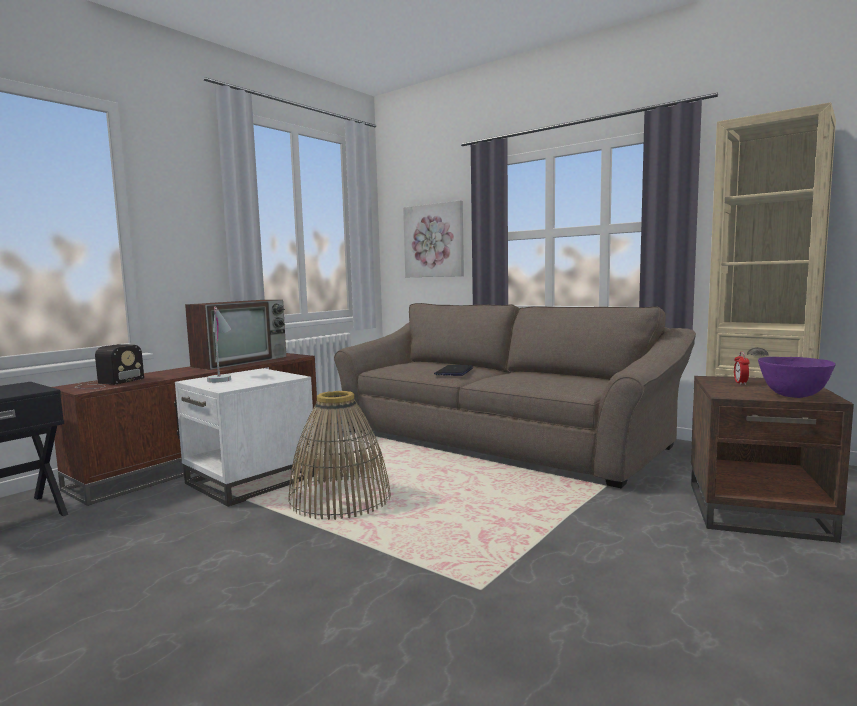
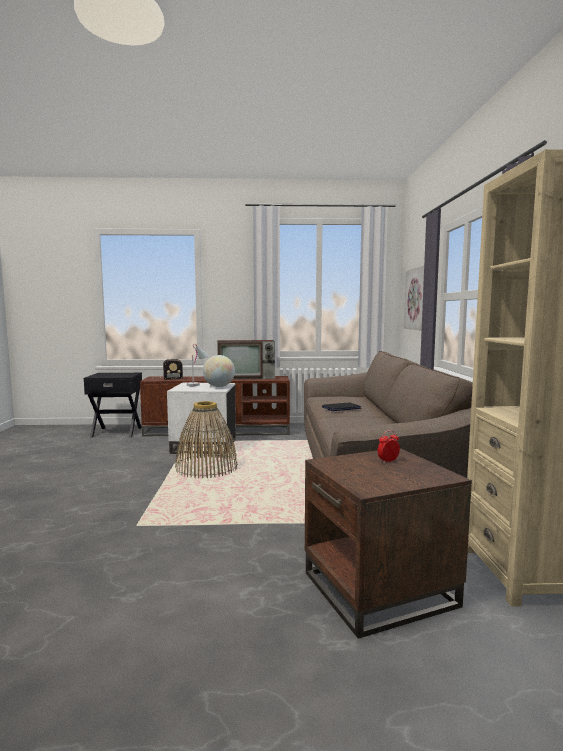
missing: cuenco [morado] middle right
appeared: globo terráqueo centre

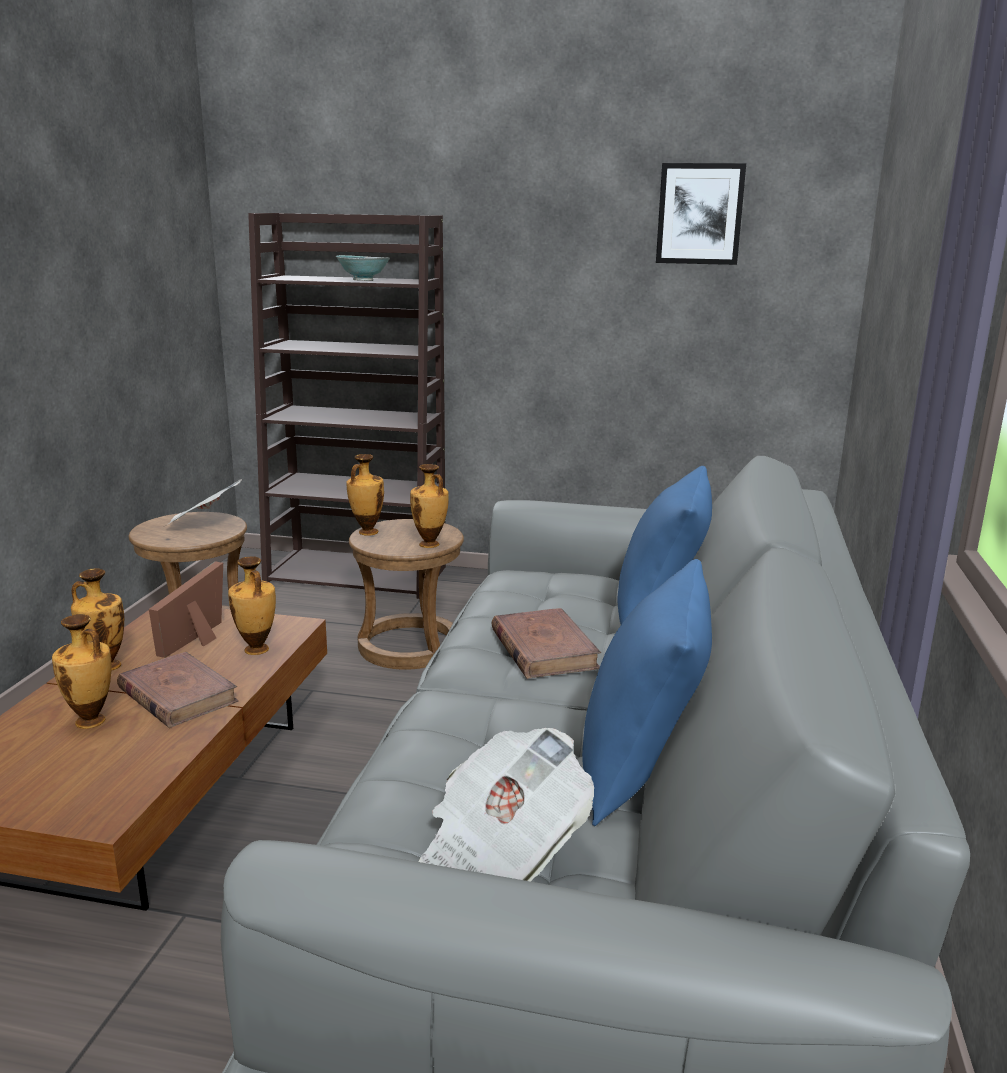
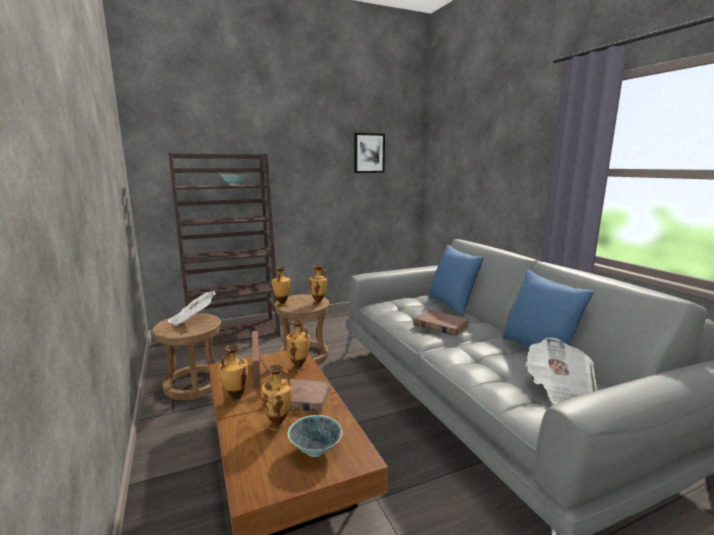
appeared: cuenco (no. 2 from left) bottom centre

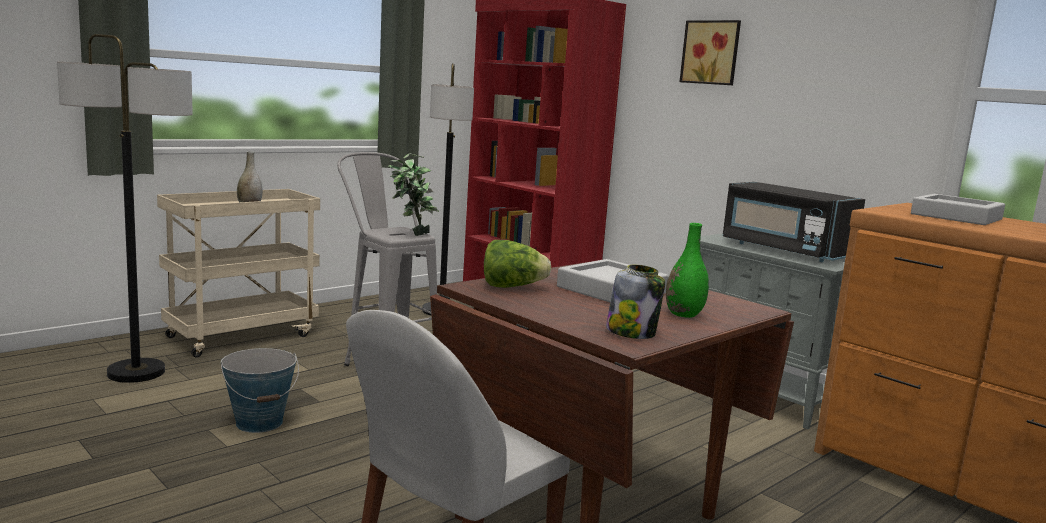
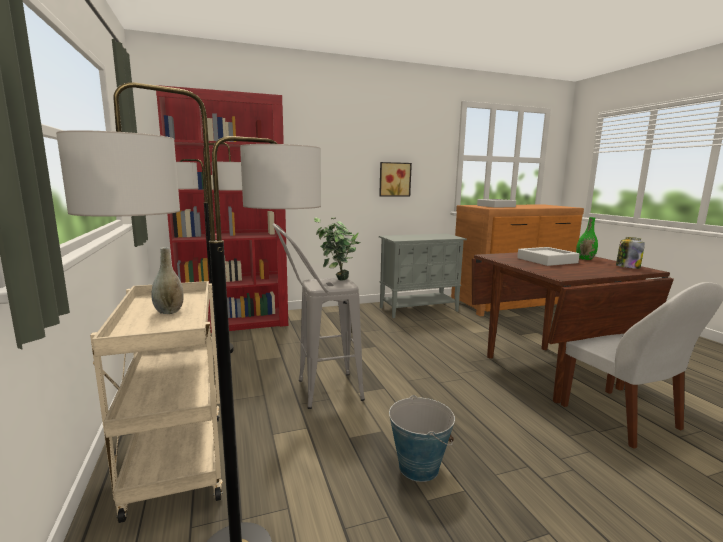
missing: lechuga centre; microondas [negro] middle right
relocated: cuadro top right to top centre

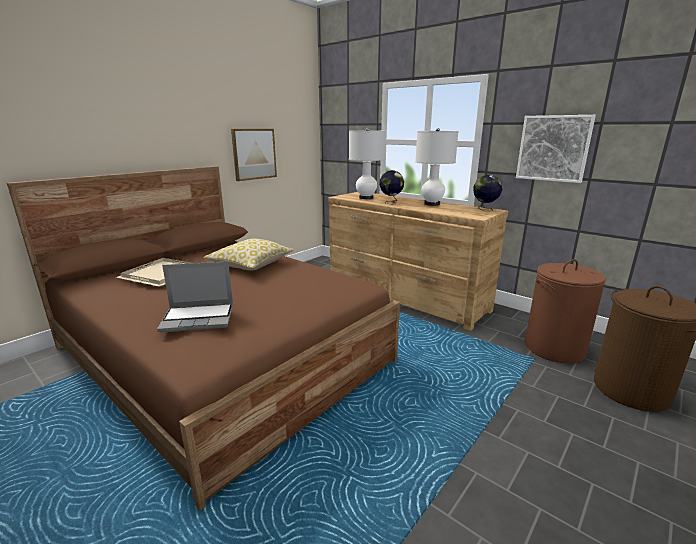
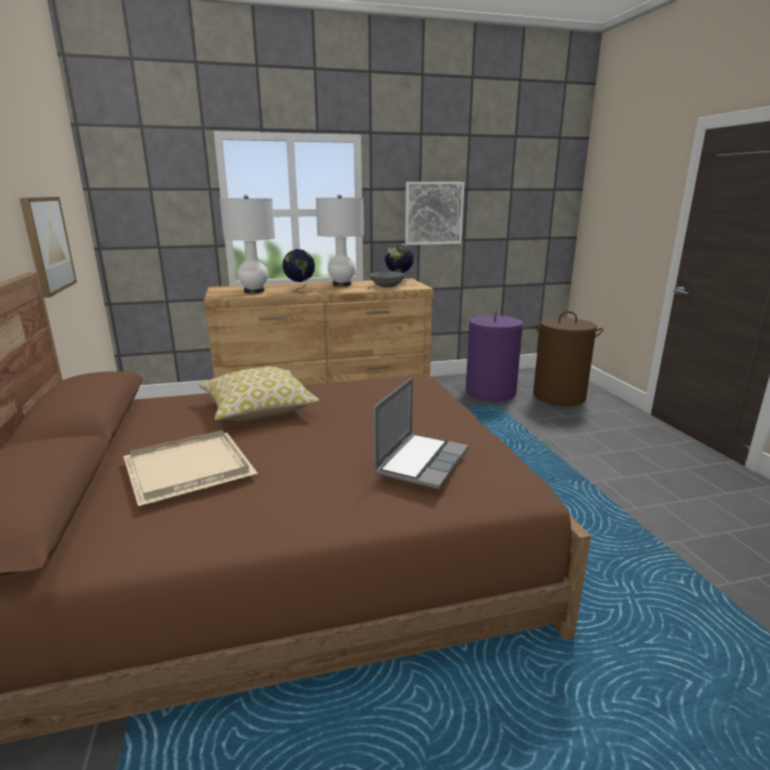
appeared: cuenco [gris] centre
colour: cesto de la ropa [marrón] (no. 1 from left) middle right to cesto de la ropa [morado] centre

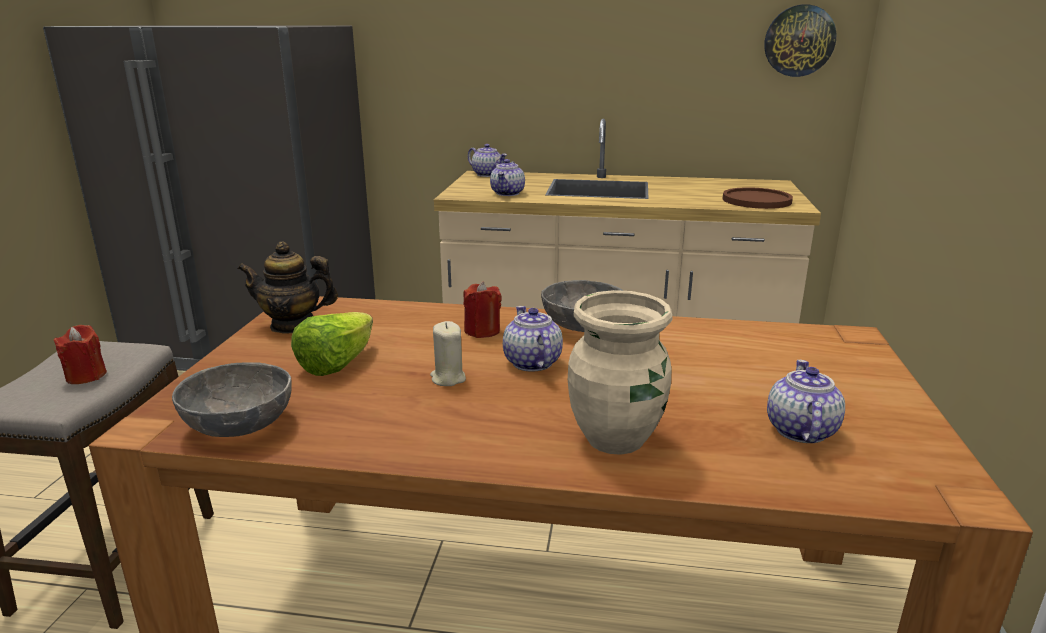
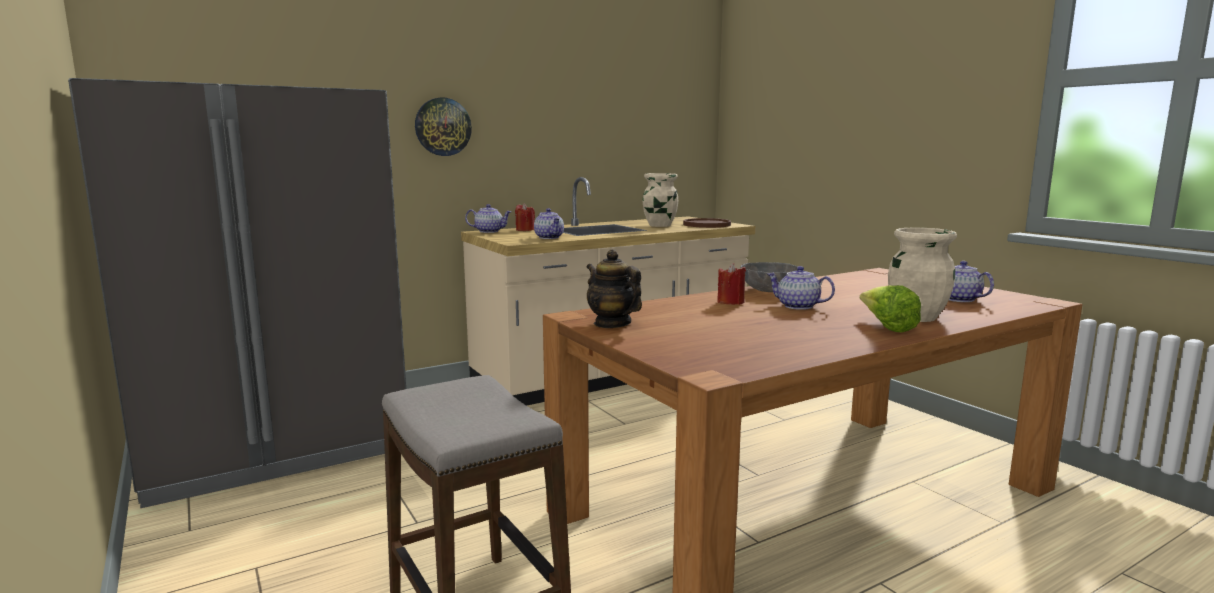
missing: cuenco [gris] (no. 1 from left) middle left; vela [beis] centre
appeared: florero [beis] (no. 1 from left) centre
relocated: vela [rojo] (no. 1 from left) middle left to centre; lechuga middle left to middle right; reloj de pared top right to top centre
spun: tetera (no. 1 from left in the first image) middle left = centre 90 degrees clockwise

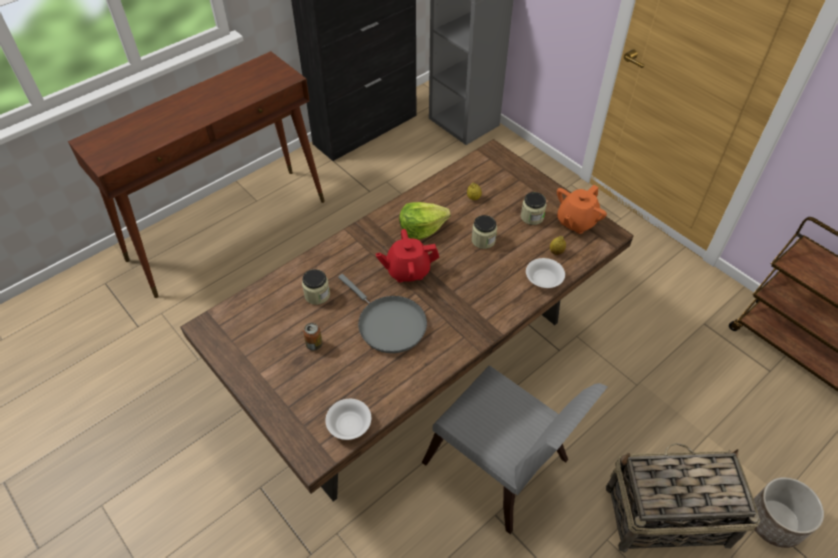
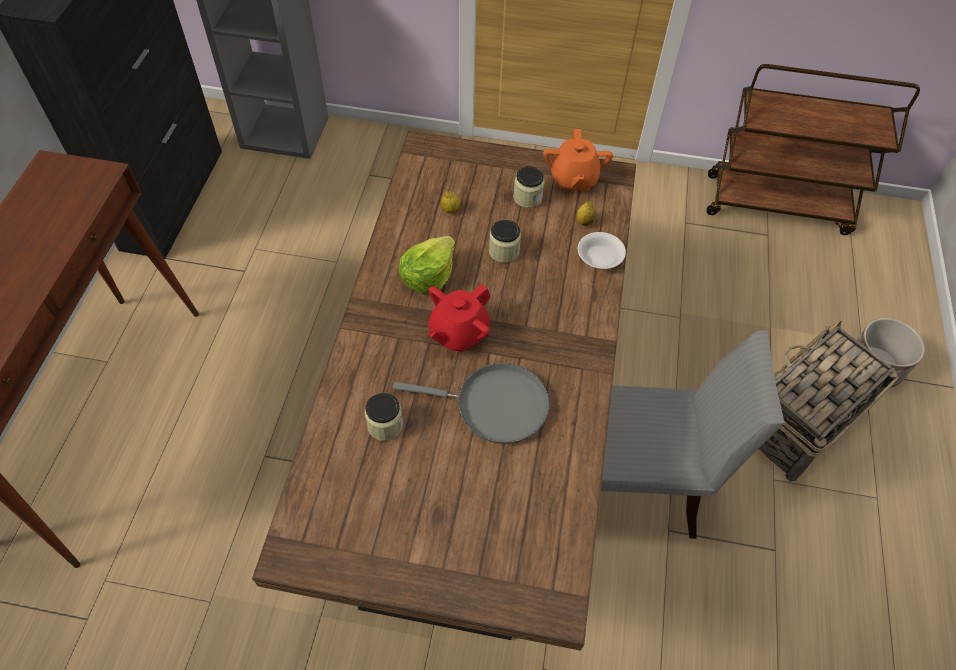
missing: lata centre; cuenco [blanco] (no. 1 from left) bottom centre

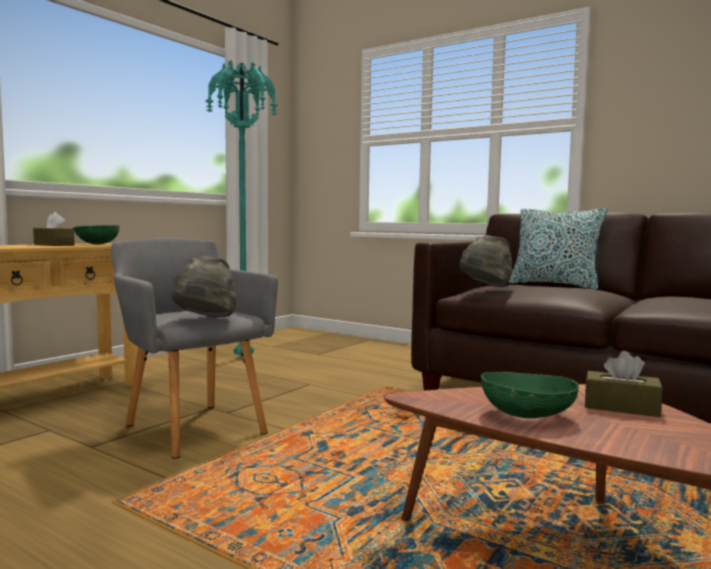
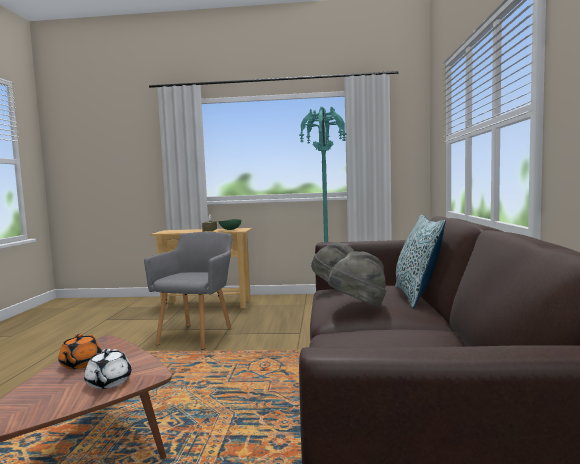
relocated: sombrero [gris] (no. 1 from left in the first image) middle left to sombrero [gris] (no. 2 from left) centre
exchanged: cuenco [verde] (no. 2 from left) bottom right to tetera [naranja] bottom left; caja de pañuelos [marrón] (no. 2 from left) bottom right to tetera [blanco] bottom left

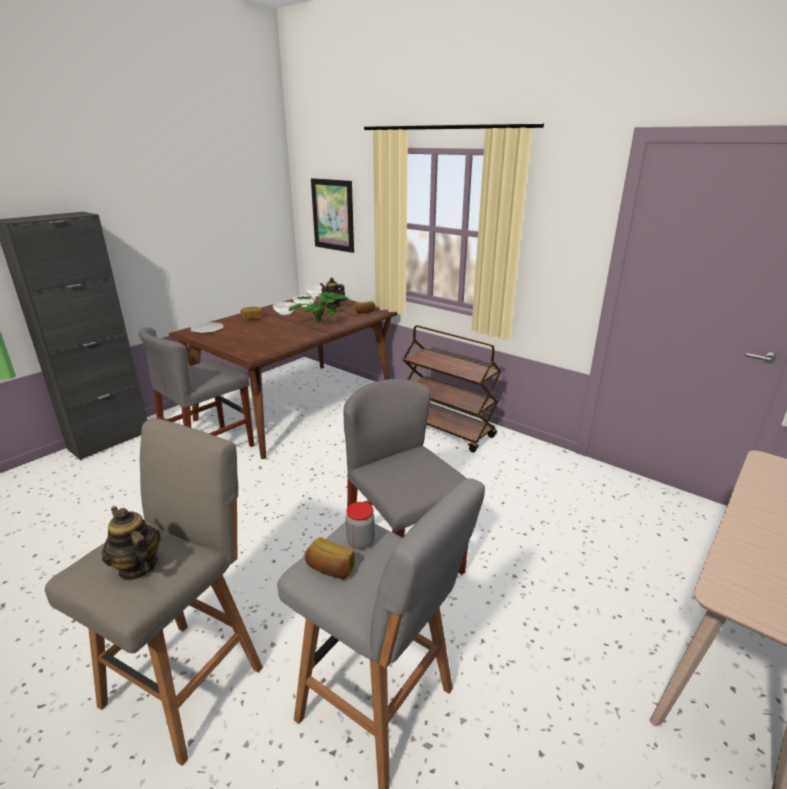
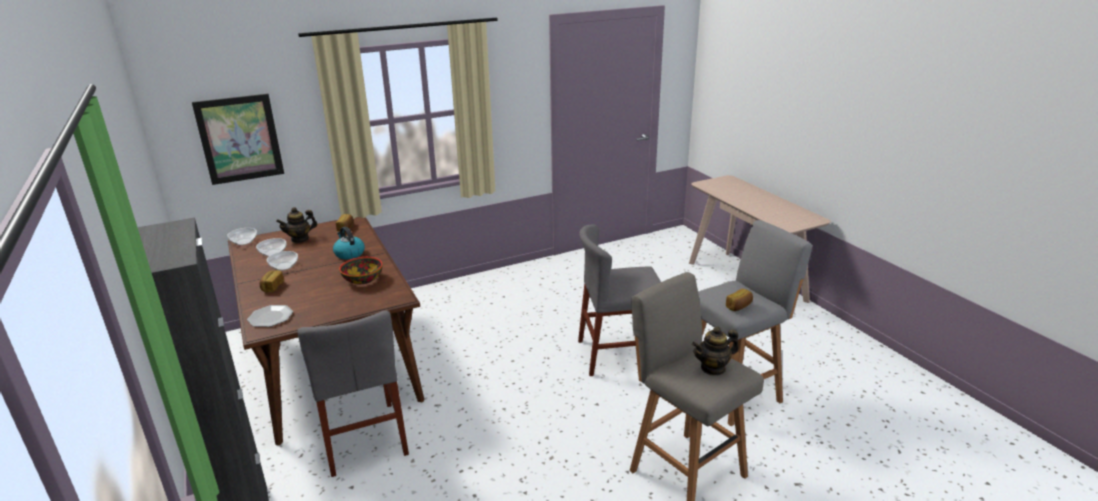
missing: tarro centre; carrito [marrón] centre
appeared: cuenco (no. 4 from left) middle left
exchanged: planta en maceta centre to hervidor middle left

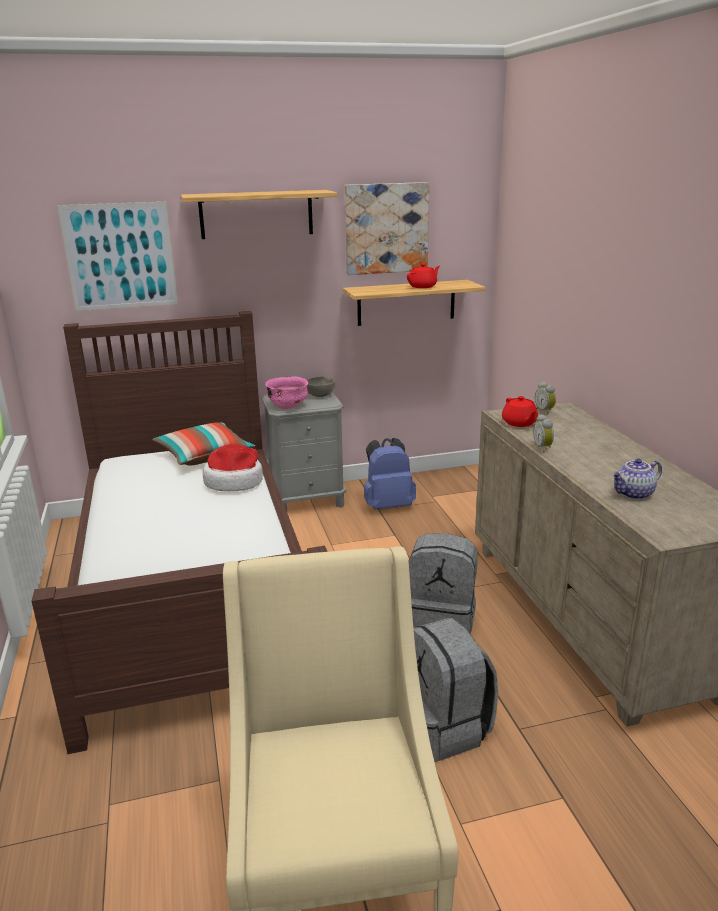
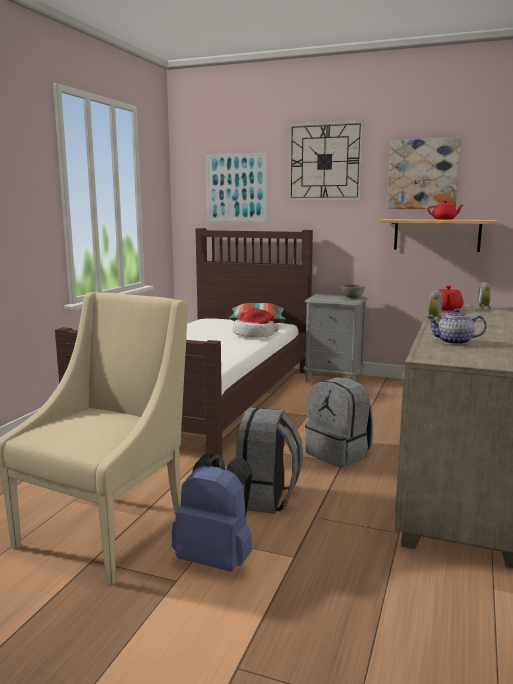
missing: cuenco [rosa] centre
relocated: mochila [azul] centre to bottom centre
exchanged: estante (no. 1 from left) top centre to reloj de pared top centre

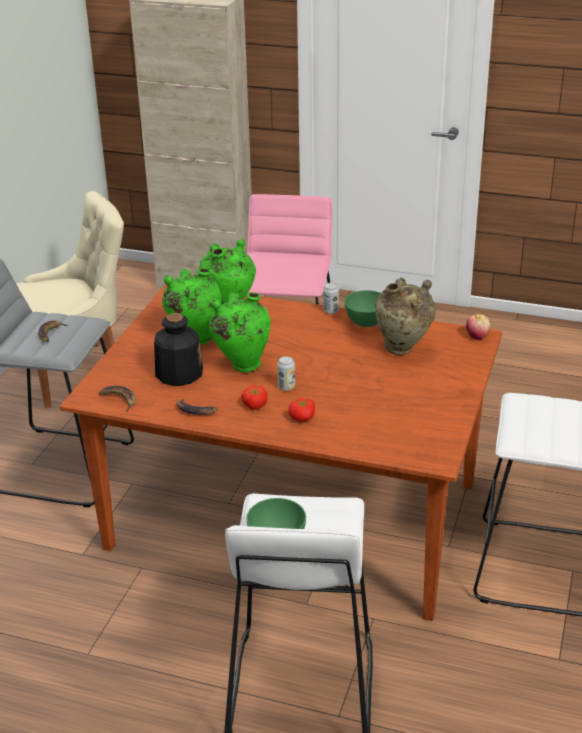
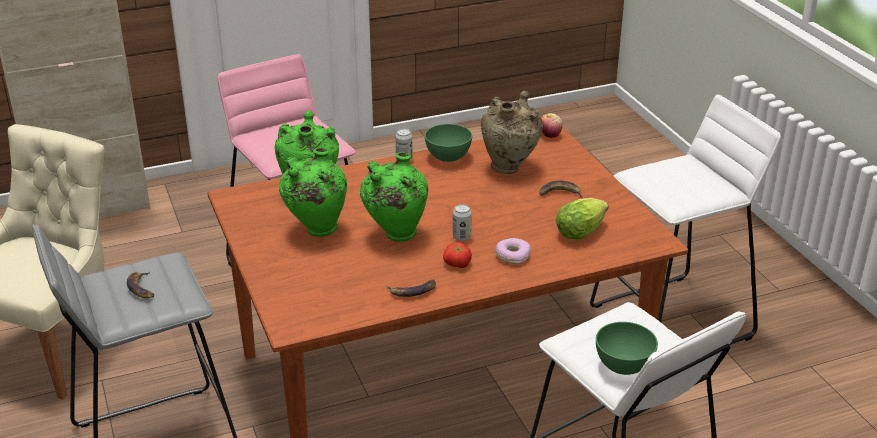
missing: botella middle left
appeared: lechuga centre
relocated: plátano (no. 2 from left in the first image) middle left to plátano (no. 3 from left) centre
exchanged: tomate (no. 2 from left) centre to rosquilla centre

